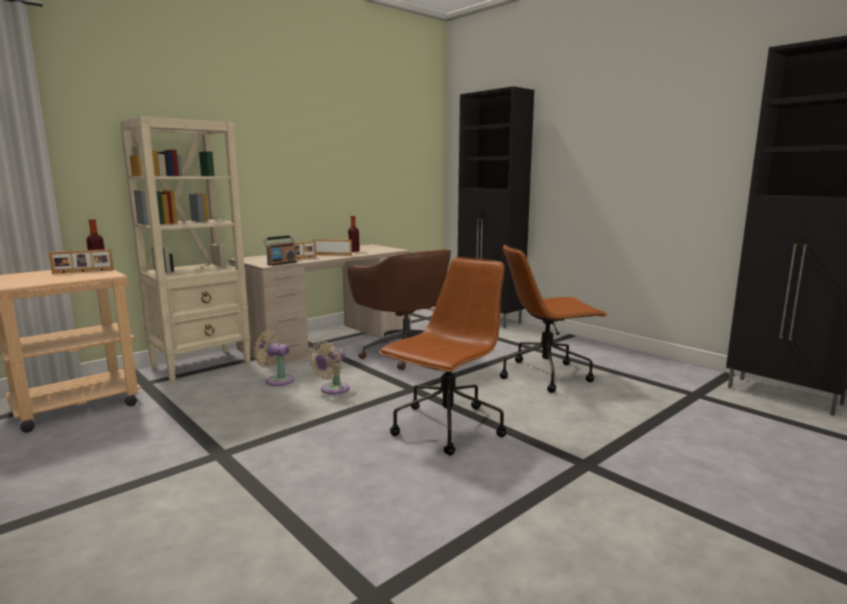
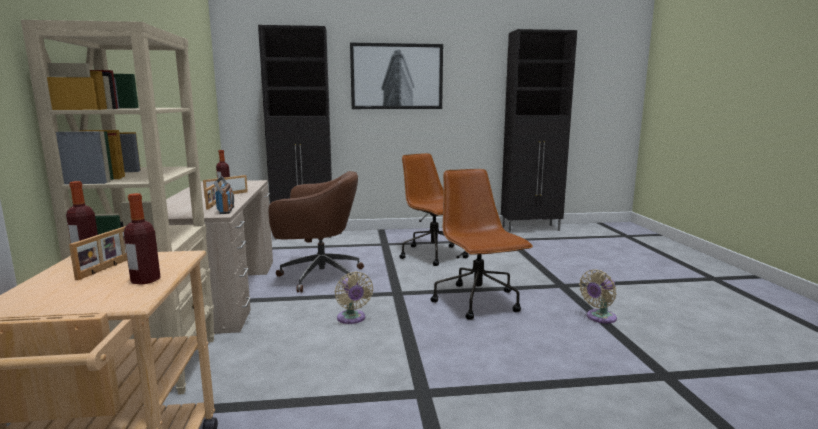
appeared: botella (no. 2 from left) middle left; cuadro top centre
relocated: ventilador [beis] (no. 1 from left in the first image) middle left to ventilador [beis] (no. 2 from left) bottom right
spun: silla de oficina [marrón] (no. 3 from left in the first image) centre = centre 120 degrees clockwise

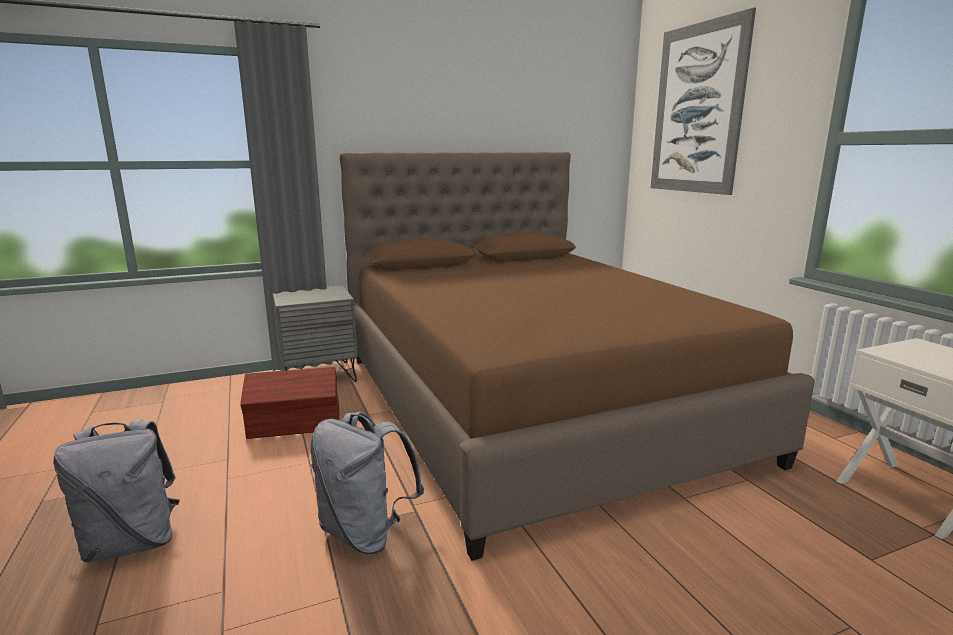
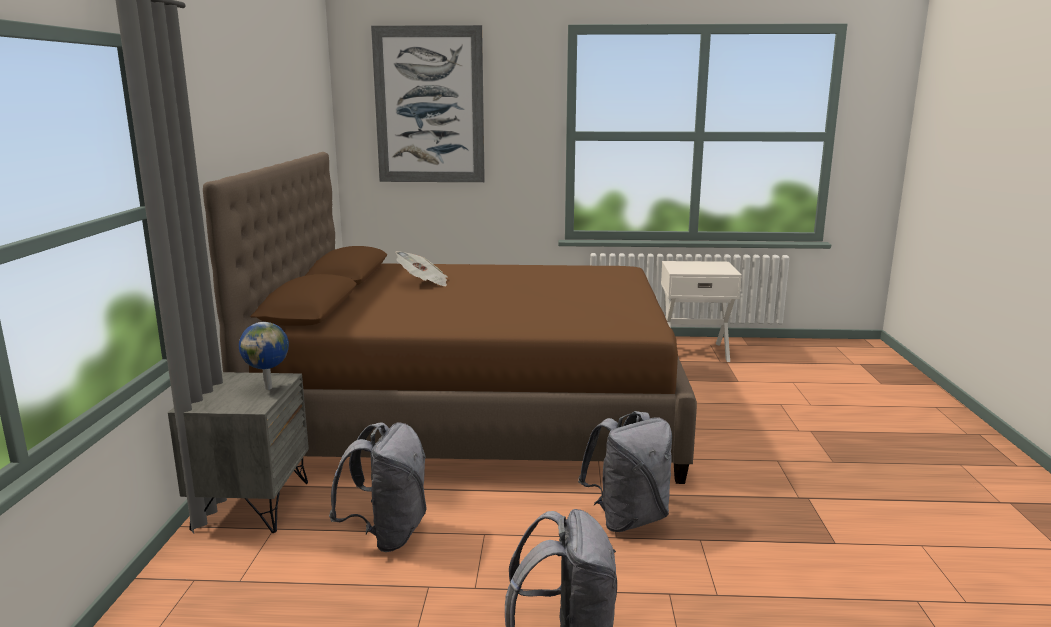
appeared: globo terráqueo middle left; periódico centre
exchanged: caja de almacenaje [marrón] middle left to mochila [gris] (no. 1 from left) bottom centre

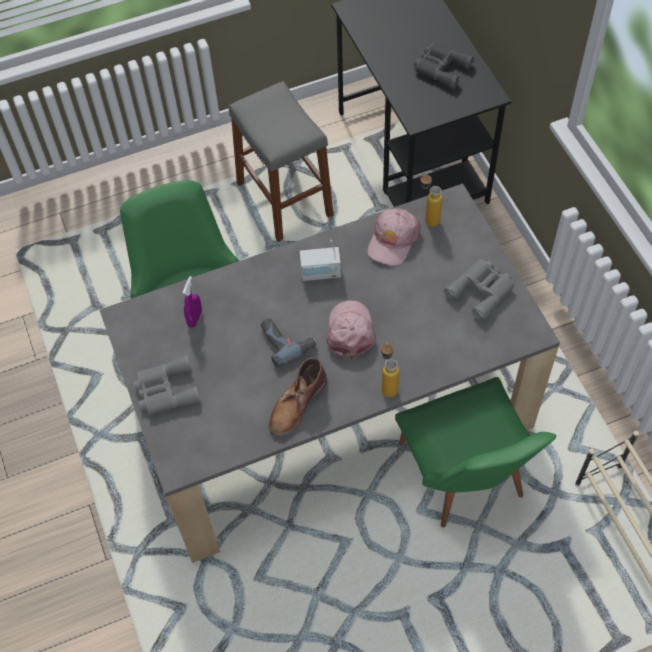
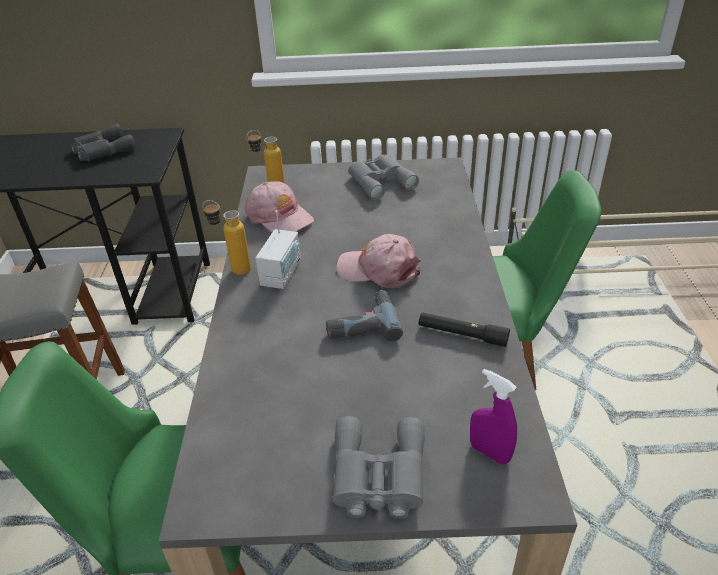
relocated: pulverizador [morado] middle left to bottom right; botella (no. 1 from left) centre to middle left
exchanged: bota [marrón] centre to linterna [negro] centre

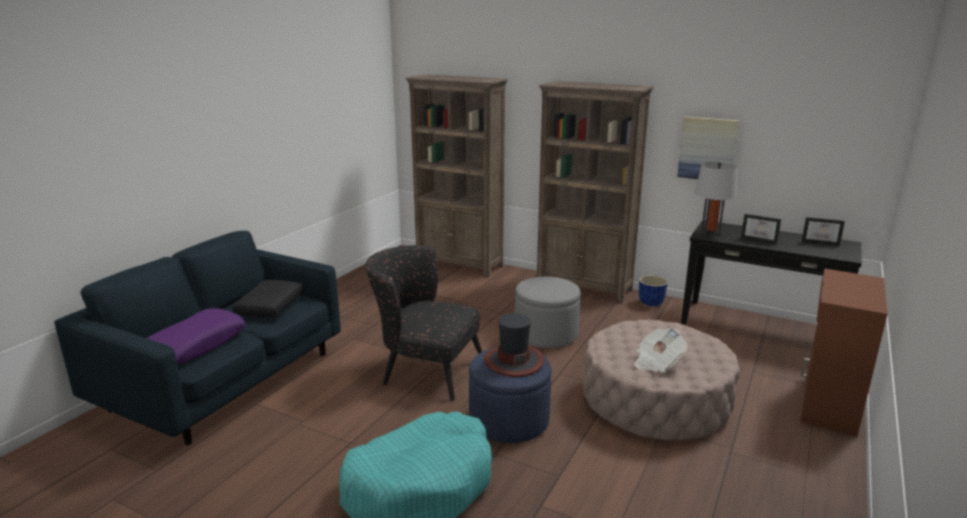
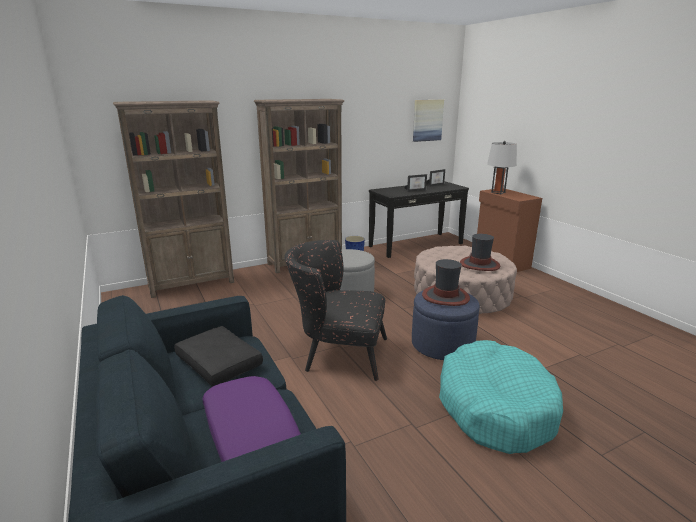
relocated: cuadro top right to top centre; lámpara de mesa [gris] middle right to top right
exchanged: periódico bottom right to sombrero (no. 2 from left) middle right
spun: sillón [negro] centre = centre 45 degrees clockwise

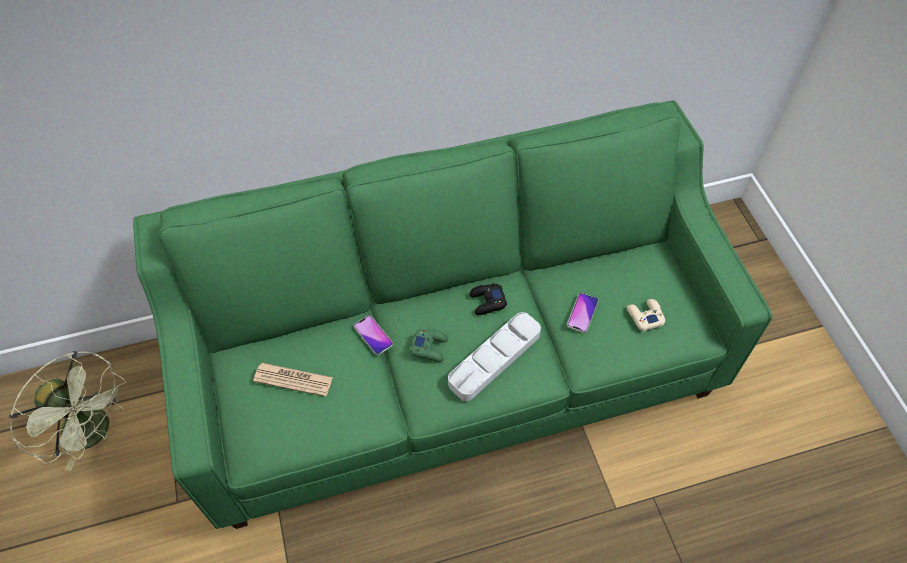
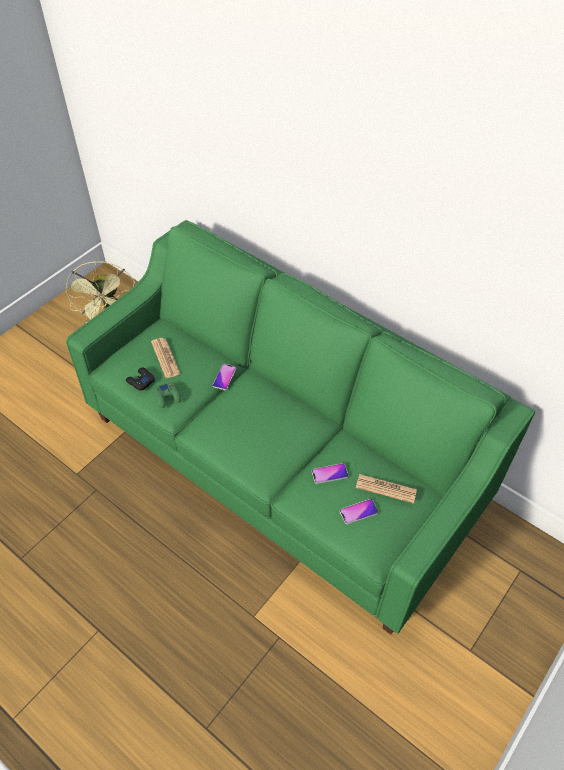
missing: bandeja [gris] centre
appeared: periódico (no. 2 from left) middle right
relocated: mando de consola [verde] centre to middle left; mando de consola [negro] centre to middle left
exchanged: mando de consola [beis] middle right to móvil (no. 3 from left) centre

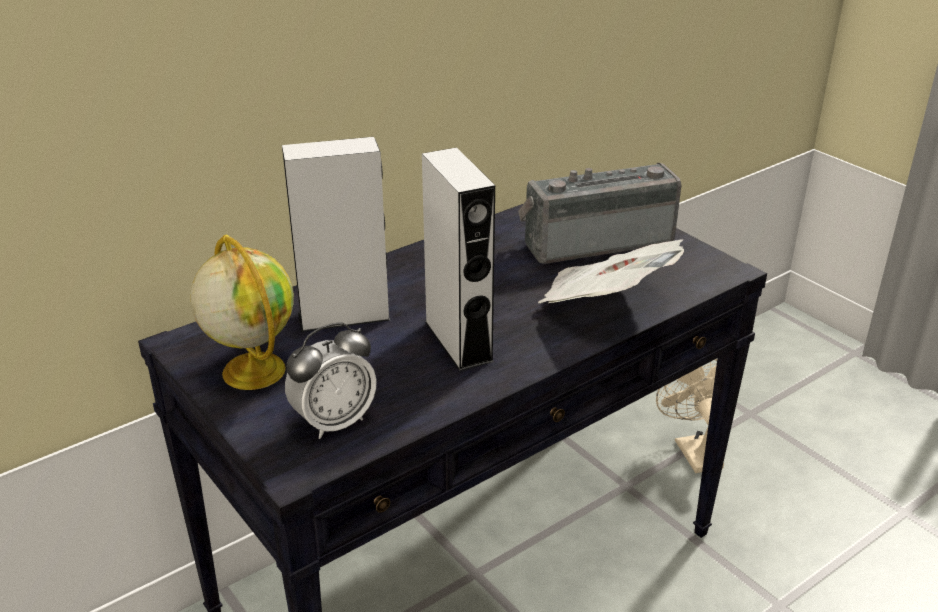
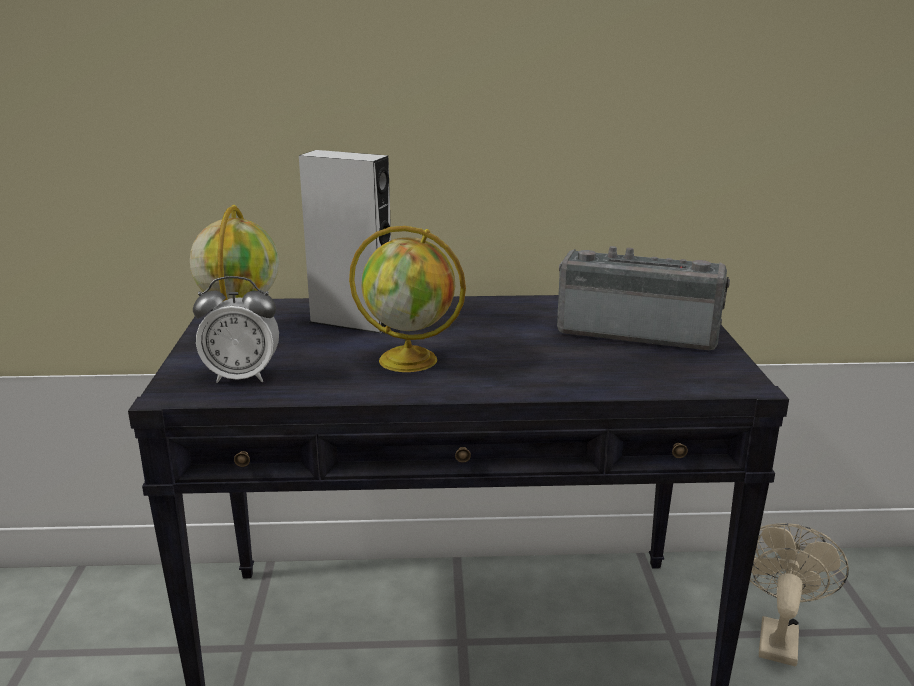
missing: periódico centre
exchanged: altavoz [gris] (no. 2 from left) centre to globo terráqueo (no. 2 from left) centre

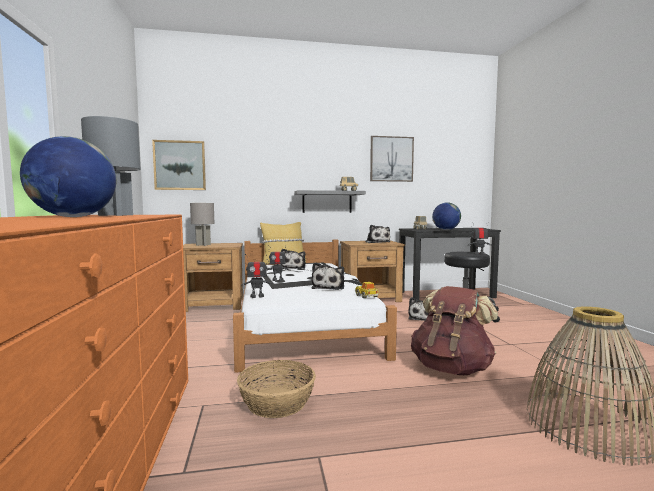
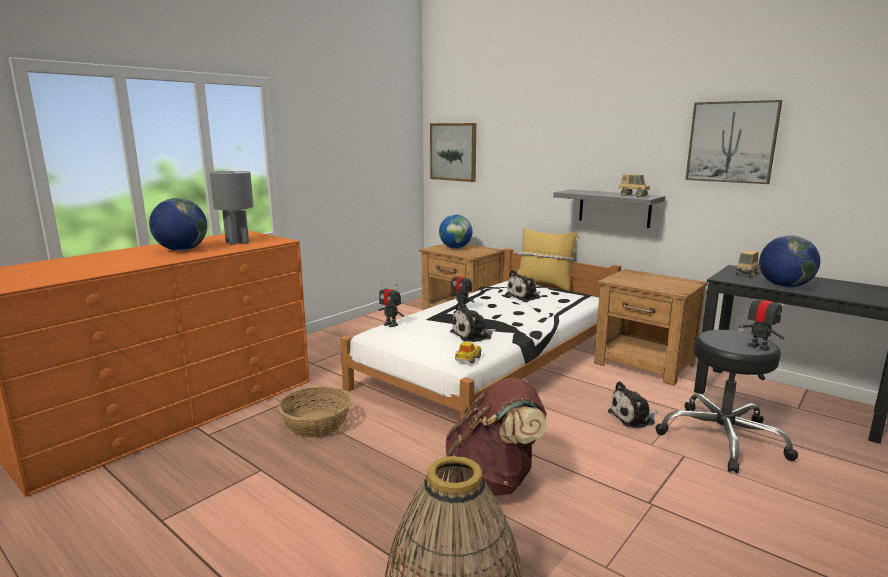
missing: peluche (no. 3 from left) centre
exchanged: lámpara de mesa [gris] (no. 2 from left) middle left to globo terráqueo (no. 2 from left) centre

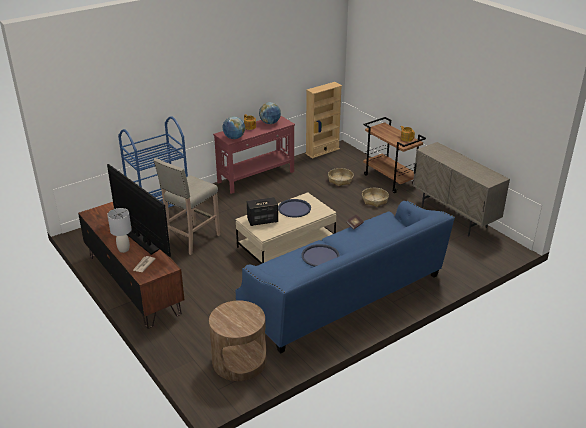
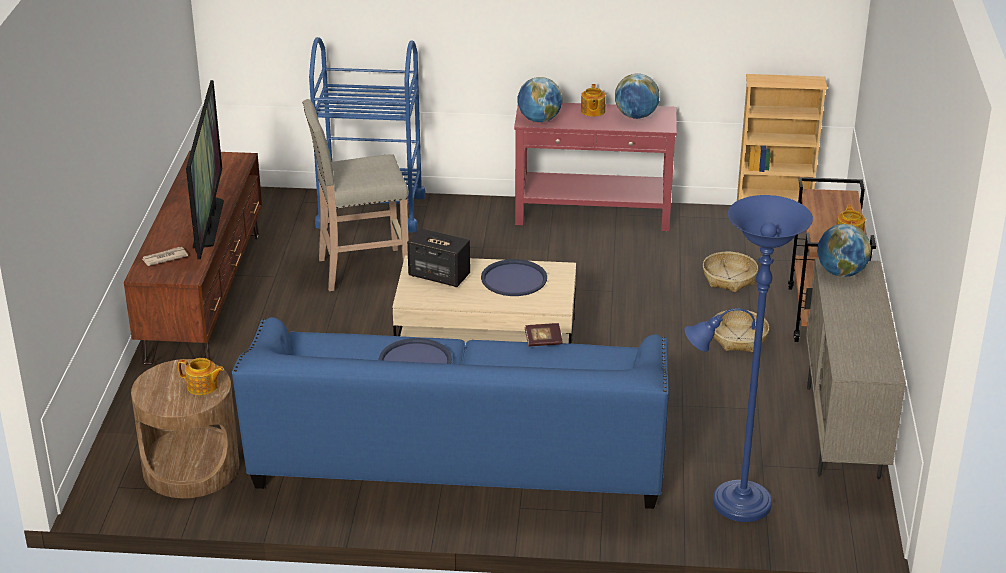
missing: lámpara de mesa [gris] middle left
appeared: tetera (no. 1 from left) middle left; lámpara de pie [azul] middle right; globo terráqueo (no. 3 from left) middle right

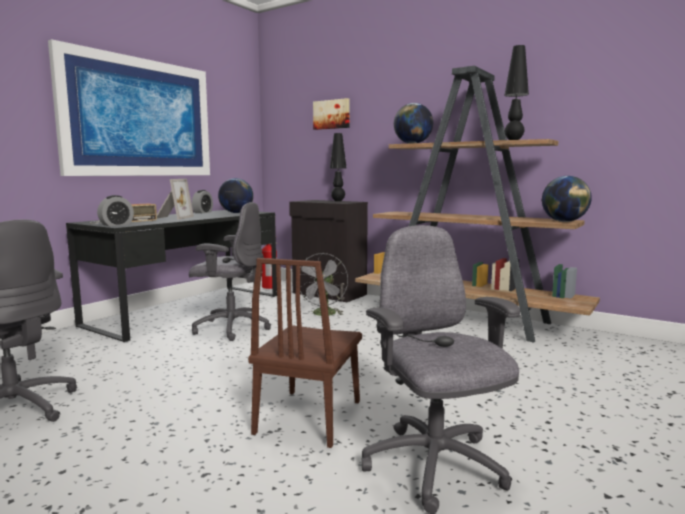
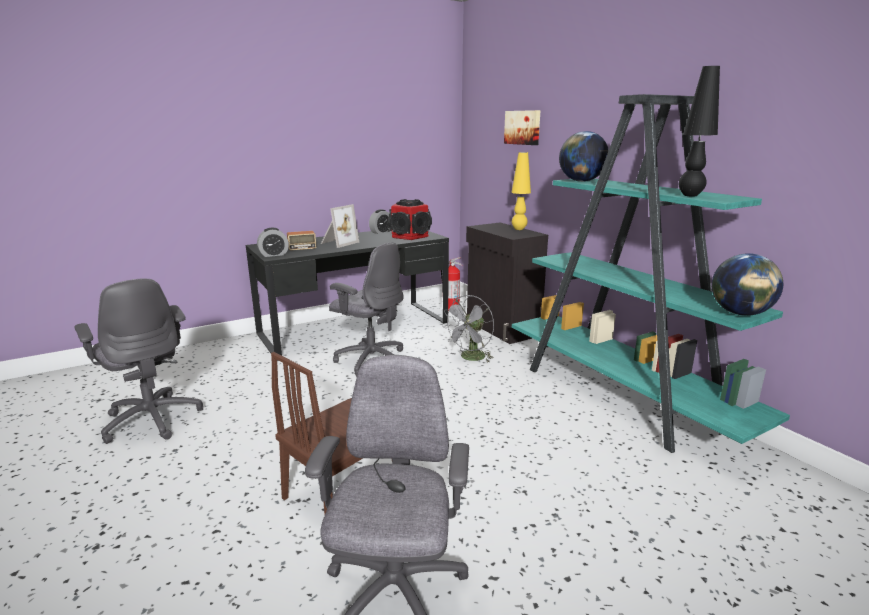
missing: cuadro (no. 1 from left) top left
exchanged: globo terráqueo (no. 1 from left) centre to altavoz centre
colour: lámpara de mesa [negro] (no. 1 from left) top centre to lámpara de mesa [amarillo] top centre; estantería [marrón] middle right to estantería [turquesa] middle right

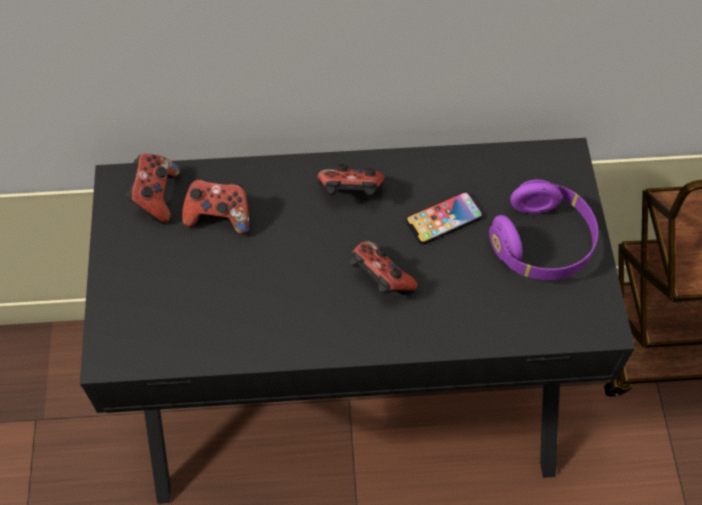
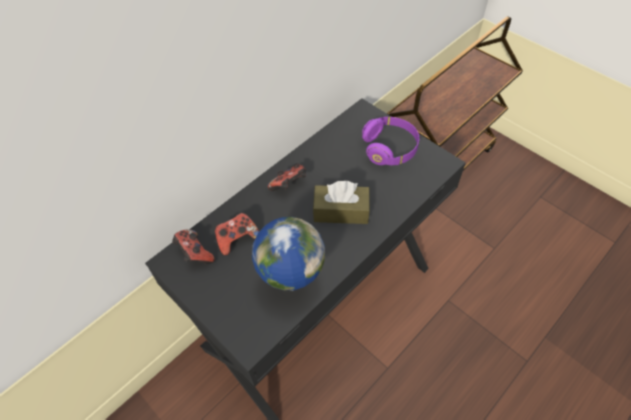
missing: móvil centre
appeared: globo terráqueo centre
exchanged: mando de consola (no. 4 from left) centre to caja de pañuelos [marrón] centre

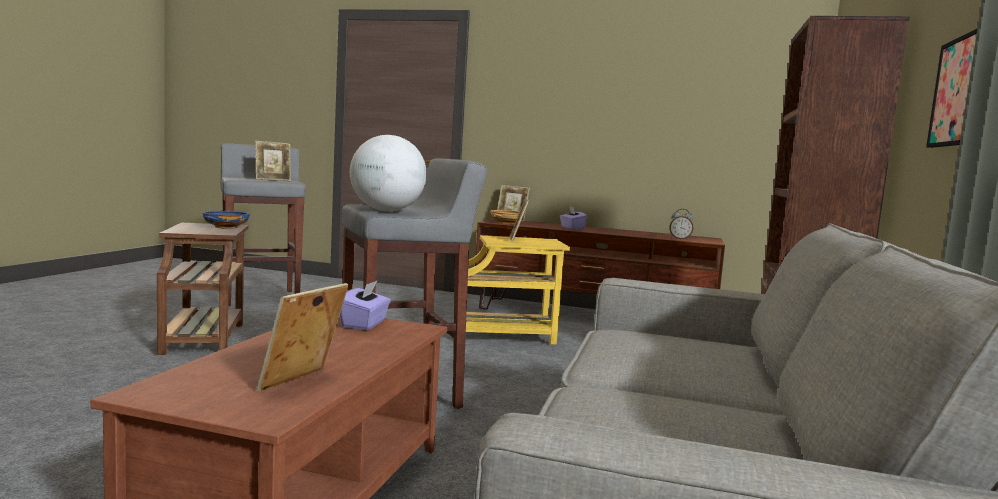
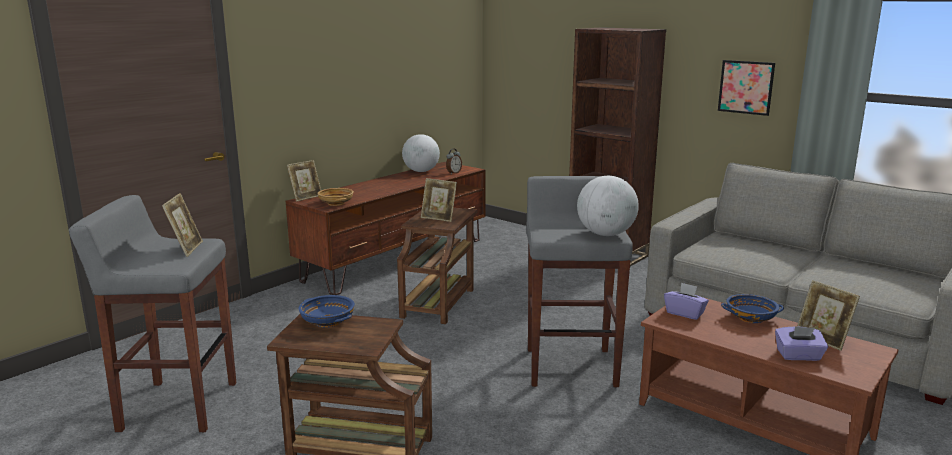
appeared: globo terráqueo (no. 1 from left) centre; cuenco [azul] (no. 2 from left) bottom right
relocated: caja de pañuelos [morado] (no. 2 from left) centre to bottom right
colour: mesa auxiliar [amarillo] centre to mesa auxiliar [marrón] (no. 2 from left) centre

